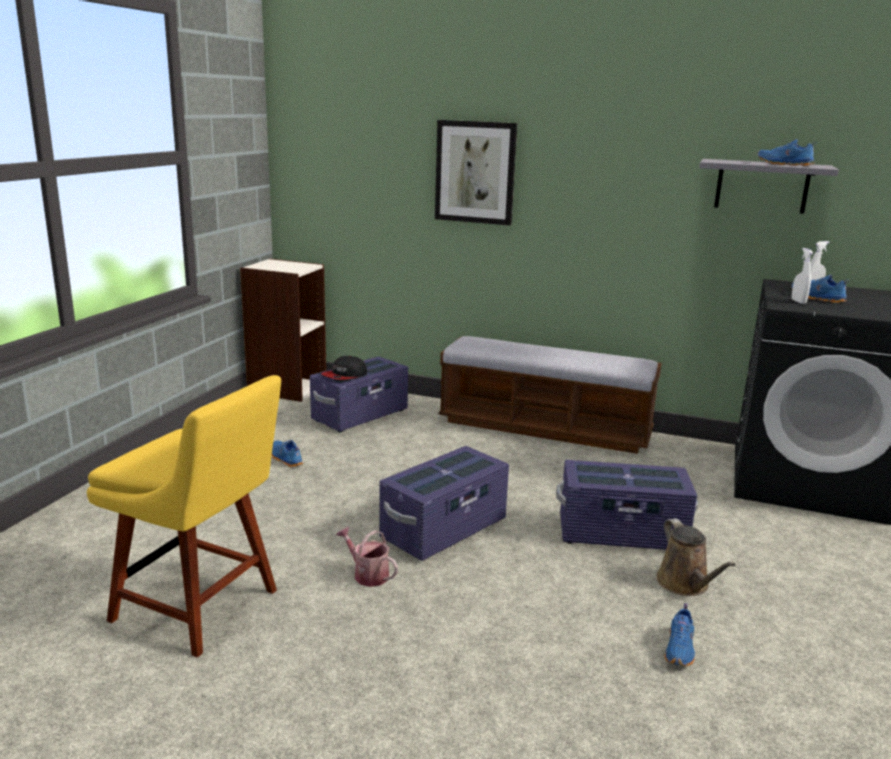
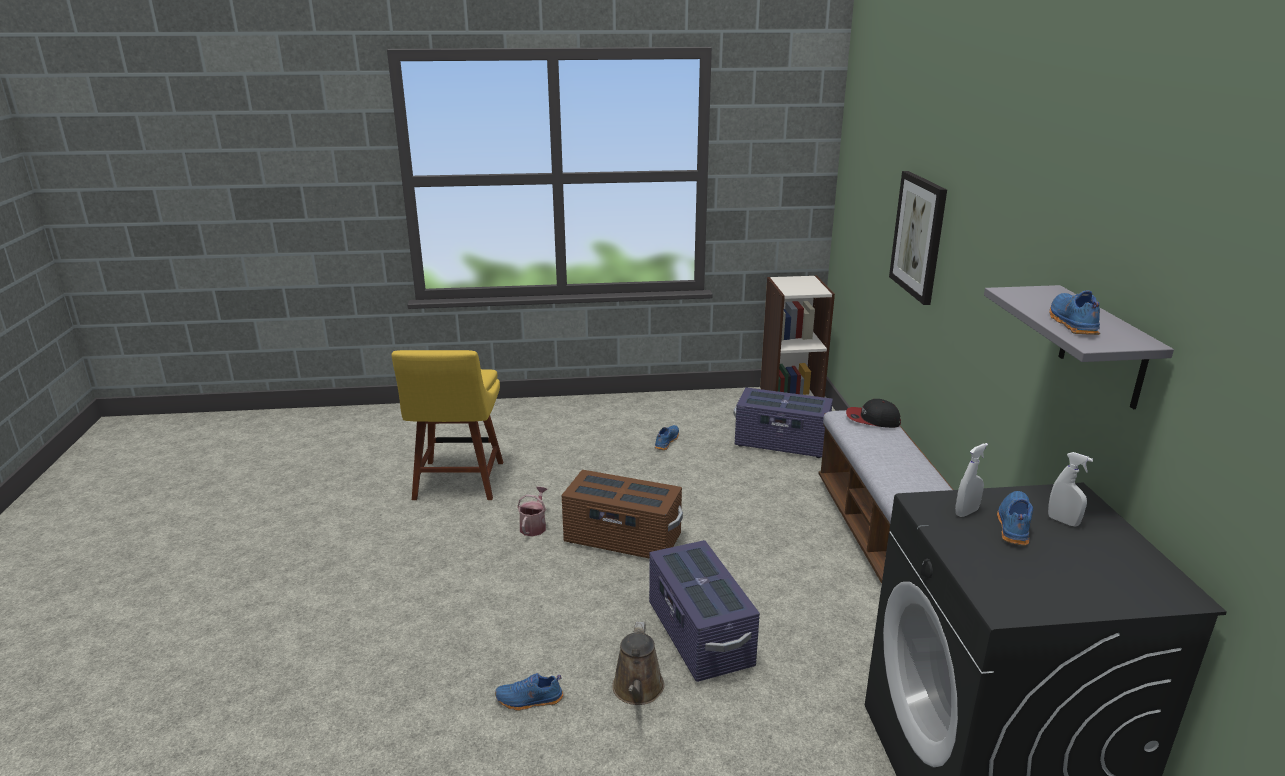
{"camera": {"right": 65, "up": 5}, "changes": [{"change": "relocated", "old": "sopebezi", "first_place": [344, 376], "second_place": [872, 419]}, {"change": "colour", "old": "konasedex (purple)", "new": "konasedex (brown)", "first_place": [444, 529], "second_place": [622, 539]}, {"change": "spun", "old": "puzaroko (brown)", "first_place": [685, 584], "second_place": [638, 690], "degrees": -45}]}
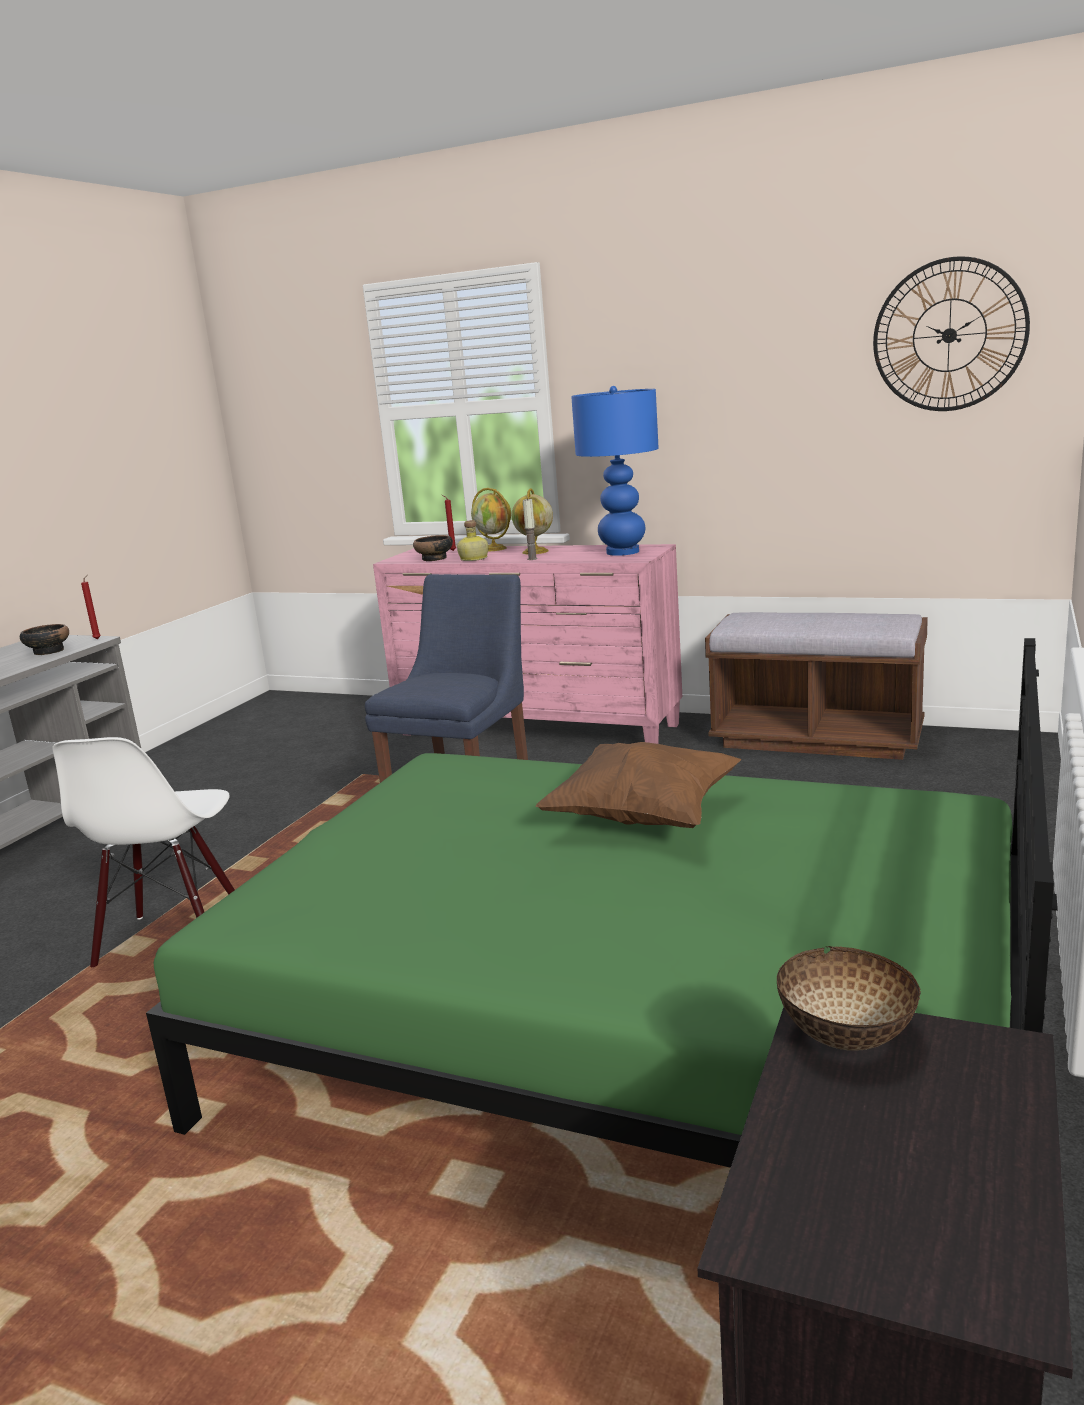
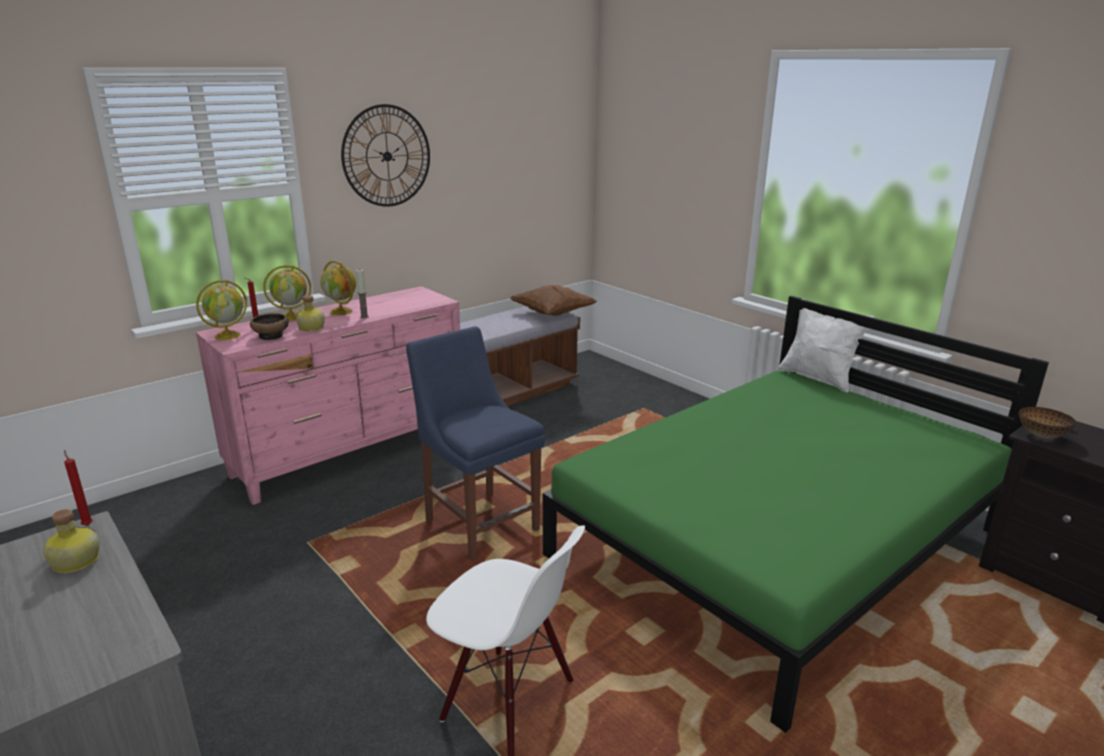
{"camera": {"right": -65, "up": 5}, "changes": [{"change": "exchanged", "old": "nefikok", "new": "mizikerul", "first_place": [48, 651], "second_place": [74, 562]}, {"change": "relocated", "old": "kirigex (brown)", "first_place": [644, 817], "second_place": [552, 314]}, {"change": "missing", "old": "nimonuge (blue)", "first_place": [623, 552]}, {"change": "relocated", "old": "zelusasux", "first_place": [949, 335], "second_place": [387, 156]}, {"change": "appeared", "new": "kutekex", "second_place": [228, 335]}, {"change": "appeared", "new": "kirigex (white)", "second_place": [818, 378]}]}
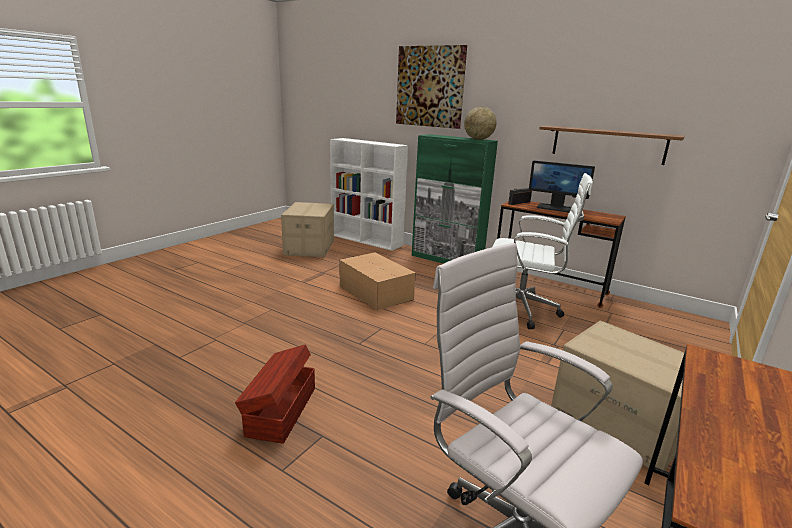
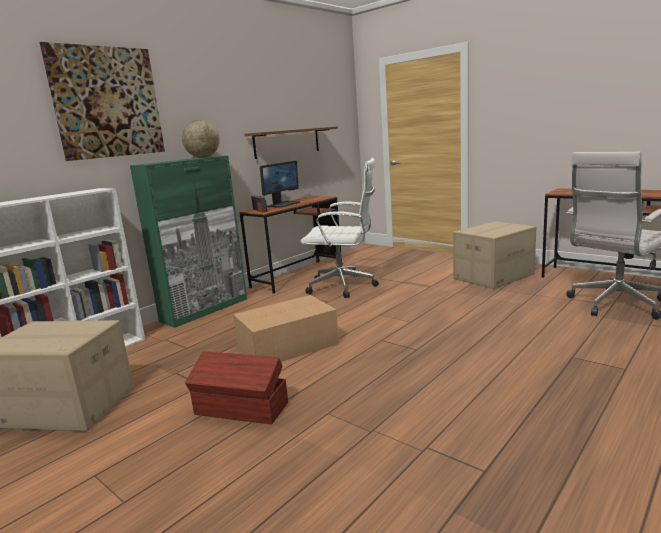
{"camera": {"right": -80, "up": -5}, "changes": [{"change": "relocated", "old": "konasedex (brown)", "first_place": [280, 411], "second_place": [241, 409]}, {"change": "spun", "old": "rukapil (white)", "first_place": [524, 311], "second_place": [345, 286], "degrees": 75}]}
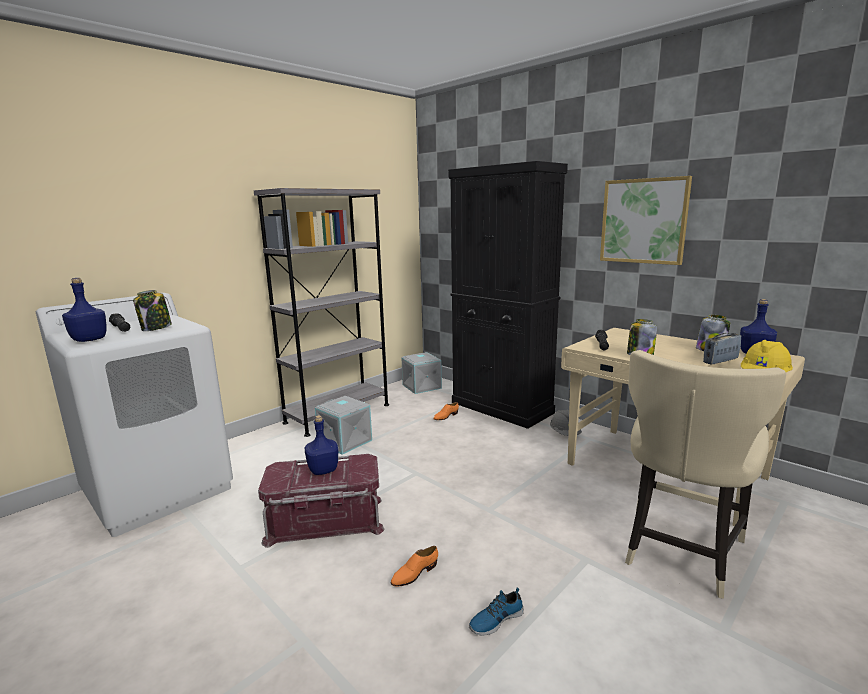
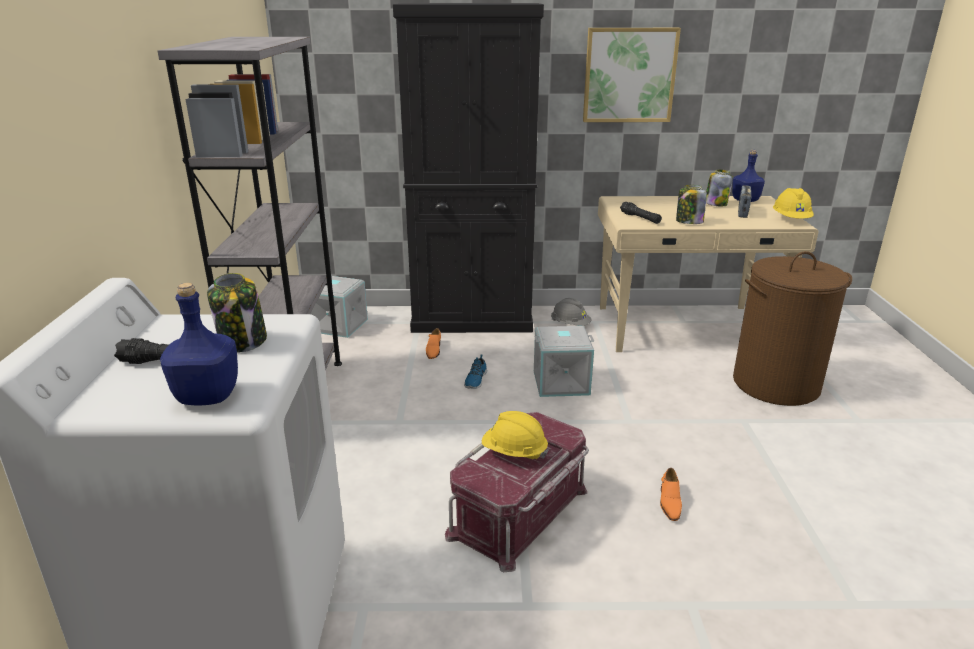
{"camera": {"right": -45, "up": 10}, "changes": [{"change": "exchanged", "old": "mizikerul (blue)", "new": "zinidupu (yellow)", "first_place": [322, 470], "second_place": [514, 452]}, {"change": "relocated", "old": "konasedex (grey)", "first_place": [346, 441], "second_place": [561, 382]}, {"change": "relocated", "old": "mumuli", "first_place": [495, 619], "second_place": [475, 380]}, {"change": "exchanged", "old": "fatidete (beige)", "new": "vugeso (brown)", "first_place": [679, 551], "second_place": [775, 384]}]}
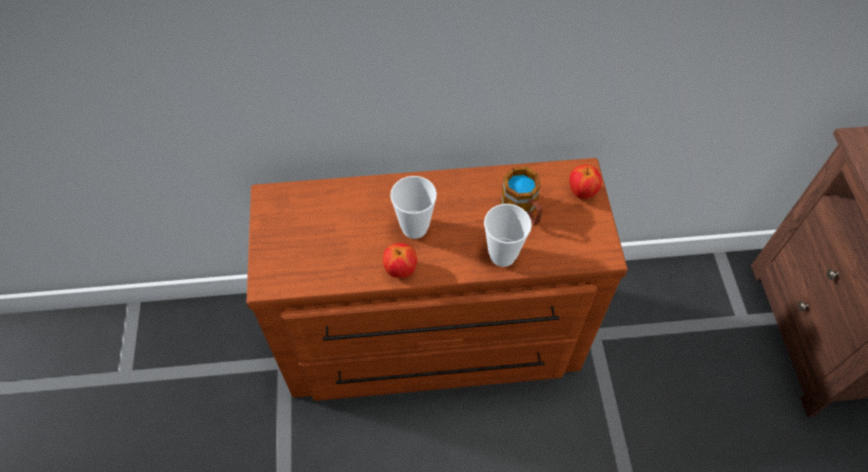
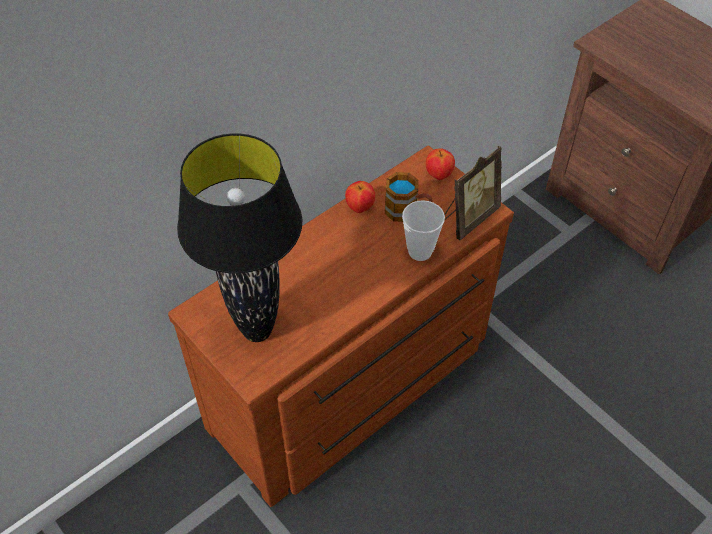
{"camera": {"right": -35, "up": -5}, "changes": [{"change": "relocated", "old": "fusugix", "first_place": [400, 270], "second_place": [360, 208]}, {"change": "missing", "old": "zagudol", "first_place": [414, 228]}, {"change": "appeared", "new": "nimonuge (black)", "second_place": [257, 330]}, {"change": "appeared", "new": "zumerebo", "second_place": [468, 217]}]}
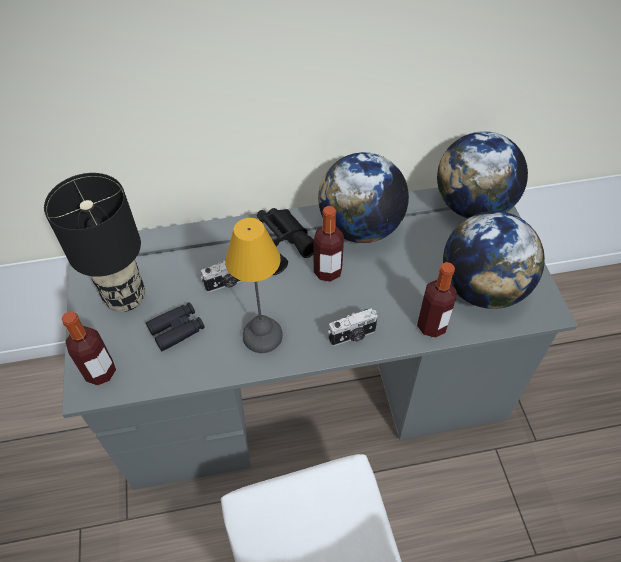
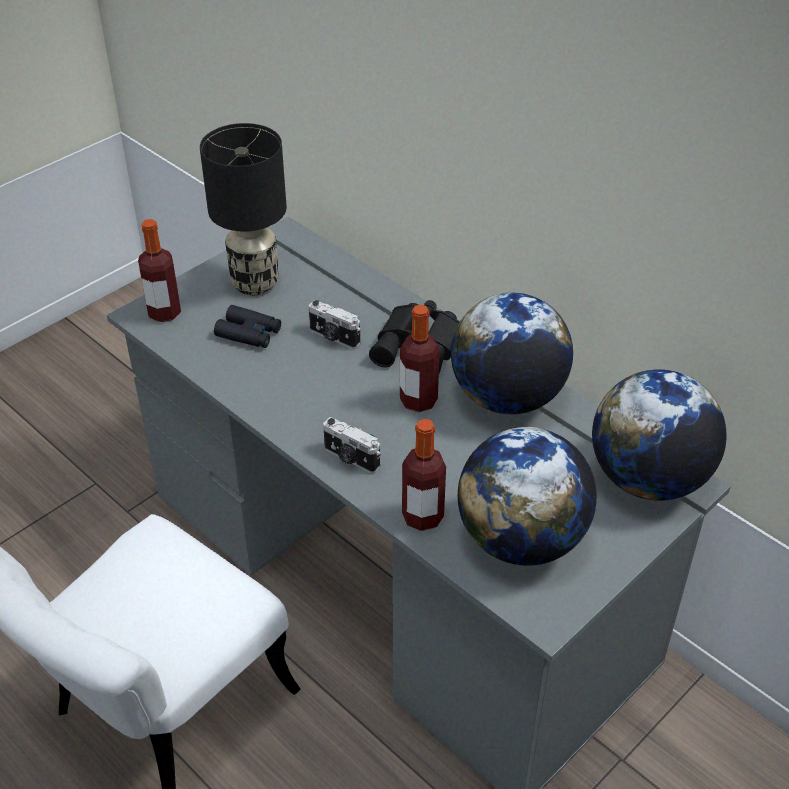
{"camera": {"right": 55, "up": -10}, "changes": [{"change": "missing", "old": "nimonuge", "first_place": [262, 337]}]}
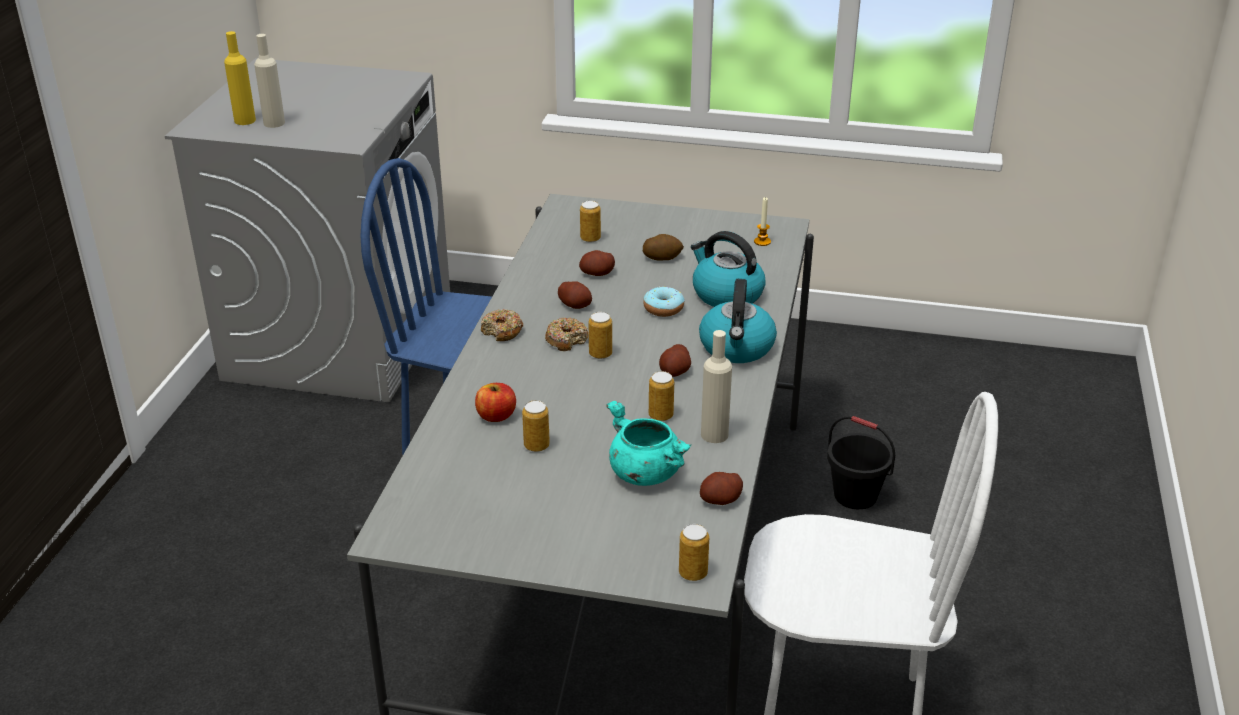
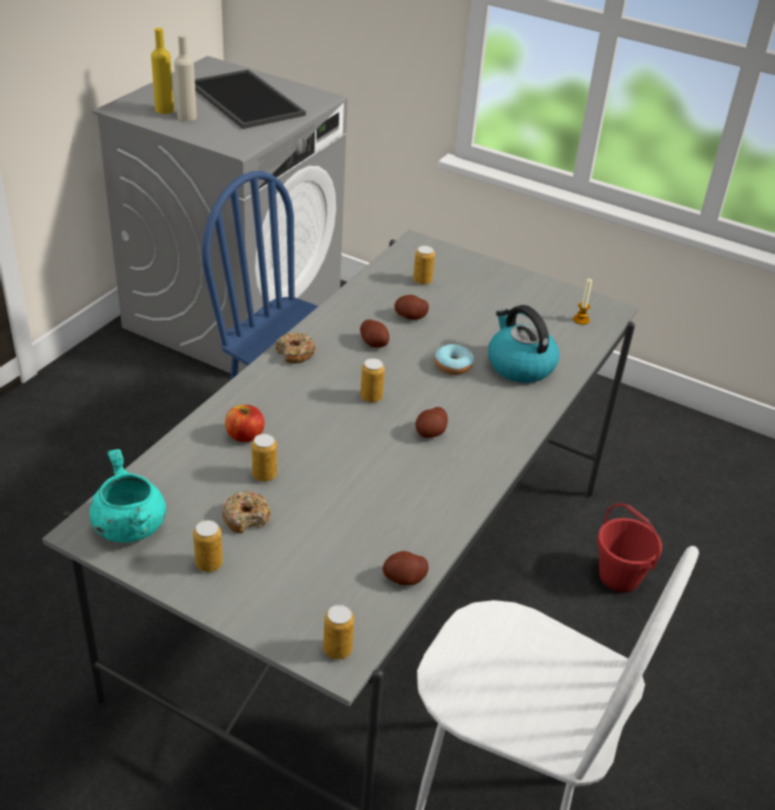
{"camera": {"right": 15, "up": 5}, "changes": [{"change": "relocated", "old": "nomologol", "first_place": [566, 340], "second_place": [246, 518]}, {"change": "relocated", "old": "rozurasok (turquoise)", "first_place": [644, 473], "second_place": [129, 526]}, {"change": "missing", "old": "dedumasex", "first_place": [662, 257]}, {"change": "relocated", "old": "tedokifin", "first_place": [661, 415], "second_place": [209, 564]}, {"change": "missing", "old": "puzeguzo", "first_place": [737, 348]}, {"change": "missing", "old": "mizikerul (beige)", "first_place": [714, 434]}, {"change": "colour", "old": "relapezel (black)", "new": "relapezel (red)", "first_place": [855, 495], "second_place": [620, 577]}, {"change": "appeared", "new": "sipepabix", "second_place": [243, 99]}]}
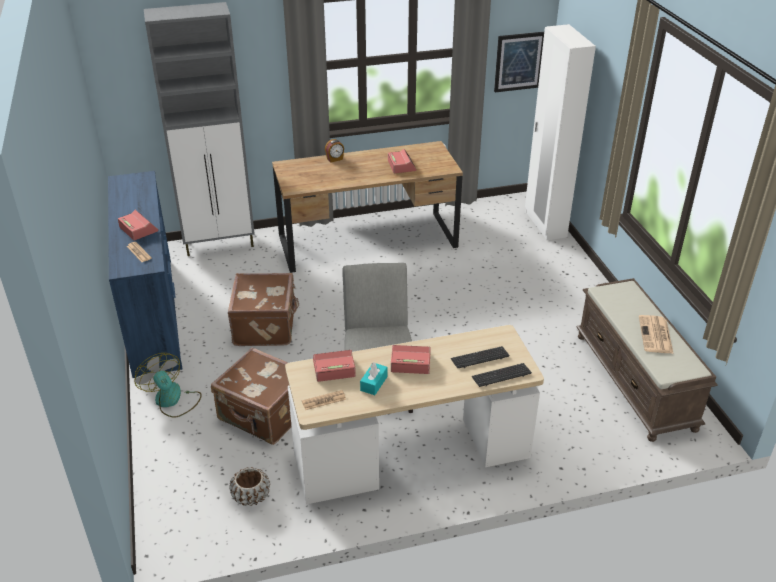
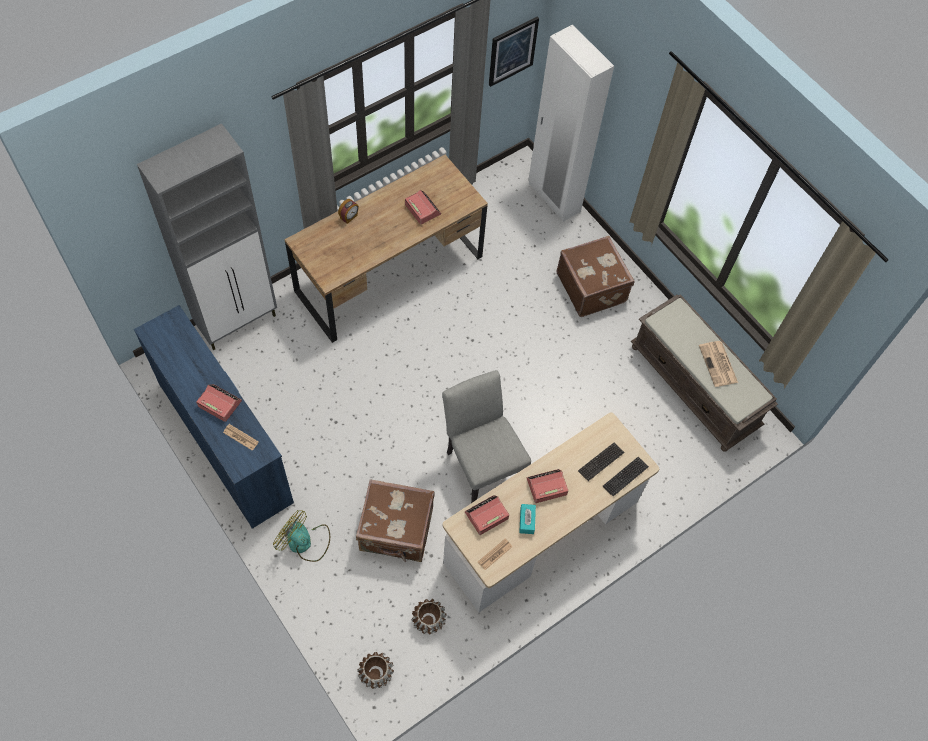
{"camera": {"right": -25, "up": 25}, "changes": [{"change": "relocated", "old": "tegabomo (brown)", "first_place": [266, 326], "second_place": [592, 287]}, {"change": "appeared", "new": "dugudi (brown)", "second_place": [375, 673]}]}
